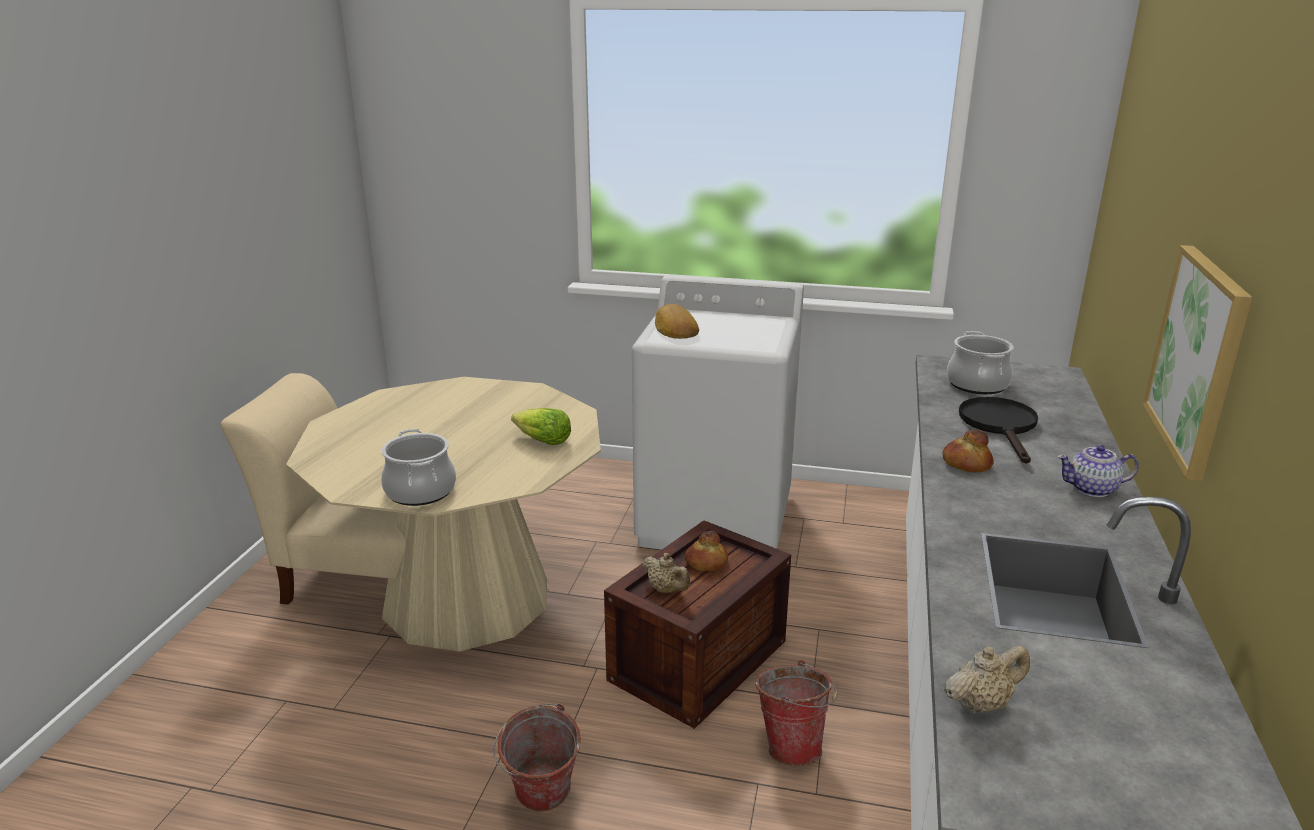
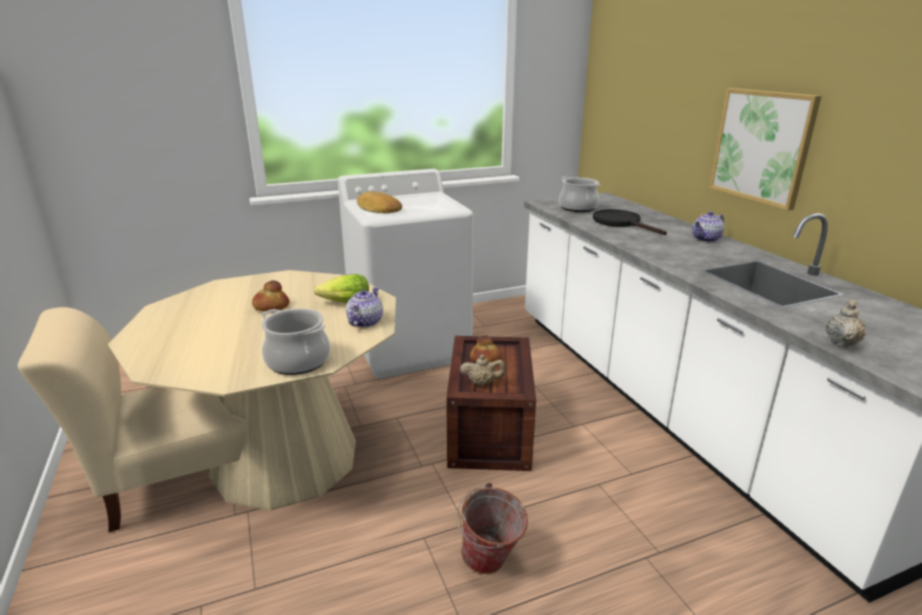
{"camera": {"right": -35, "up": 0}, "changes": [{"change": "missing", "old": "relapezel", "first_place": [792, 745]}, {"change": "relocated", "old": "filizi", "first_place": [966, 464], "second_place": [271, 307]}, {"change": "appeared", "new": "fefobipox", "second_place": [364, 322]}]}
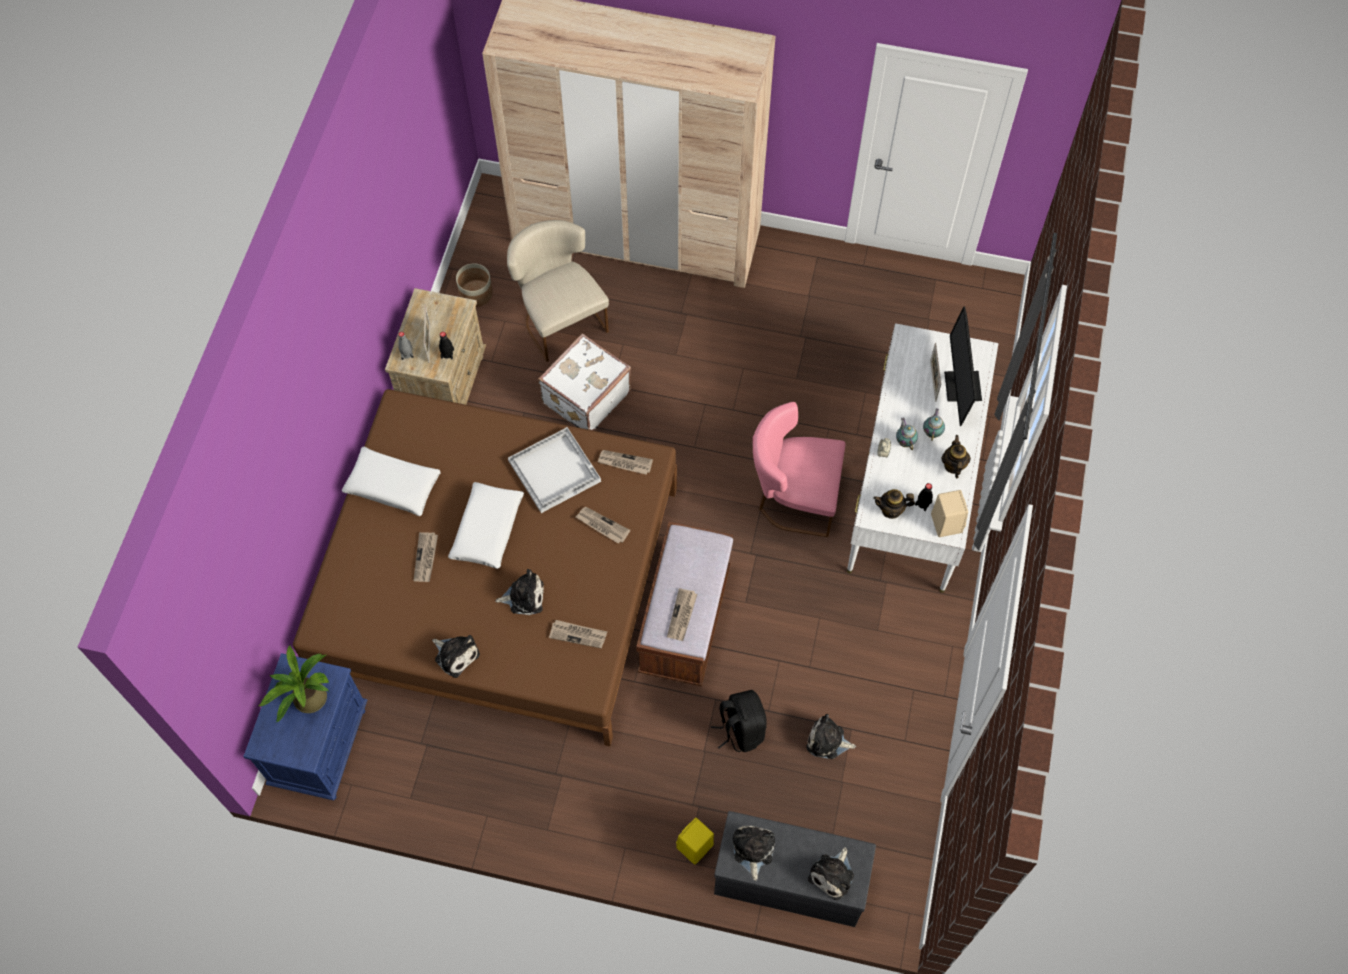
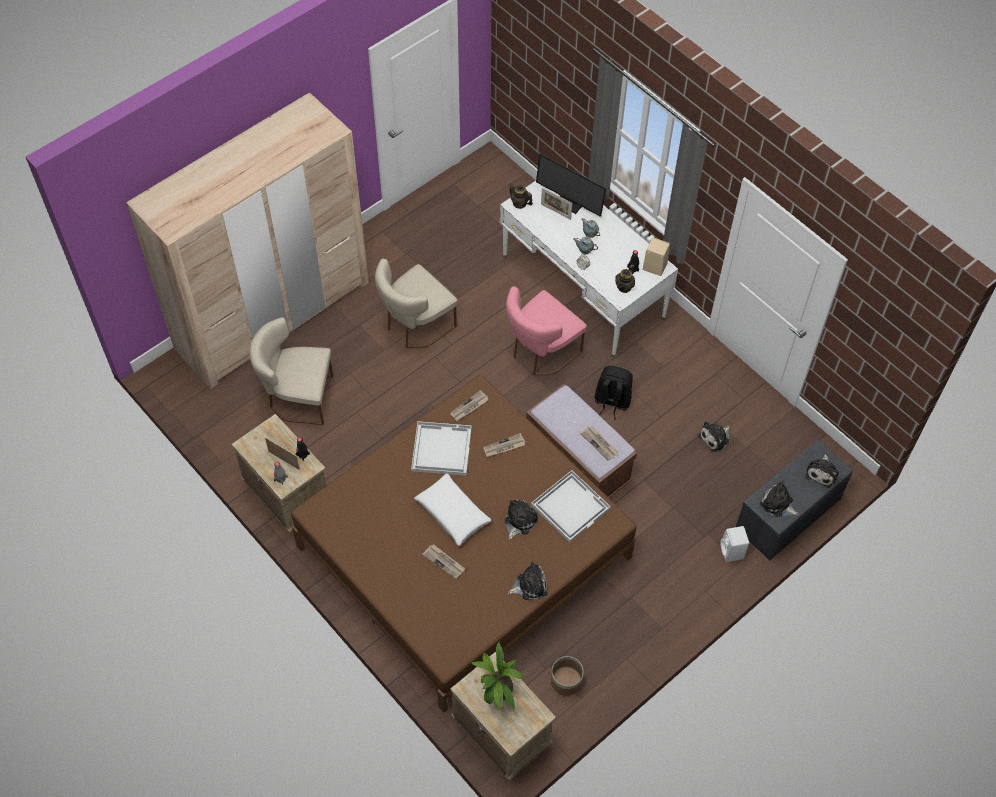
{"camera": {"right": -55, "up": -5}, "changes": [{"change": "colour", "old": "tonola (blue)", "new": "tonola (beige)", "first_place": [321, 746], "second_place": [500, 733]}, {"change": "missing", "old": "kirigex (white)", "first_place": [393, 485]}, {"change": "relocated", "old": "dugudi", "first_place": [475, 293], "second_place": [566, 681]}, {"change": "missing", "old": "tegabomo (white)", "first_place": [584, 397]}, {"change": "exchanged", "old": "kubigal", "new": "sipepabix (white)", "first_place": [578, 634], "second_place": [570, 506]}, {"change": "colour", "old": "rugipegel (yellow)", "new": "rugipegel (white)", "first_place": [694, 847], "second_place": [732, 552]}, {"change": "relocated", "old": "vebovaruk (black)", "first_place": [740, 729], "second_place": [611, 401]}, {"change": "spun", "old": "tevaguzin", "first_place": [833, 875], "second_place": [822, 472], "degrees": 45}, {"change": "relocated", "old": "fefobipox", "first_place": [953, 465], "second_place": [519, 203]}, {"change": "appeared", "new": "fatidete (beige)", "second_place": [415, 326]}]}
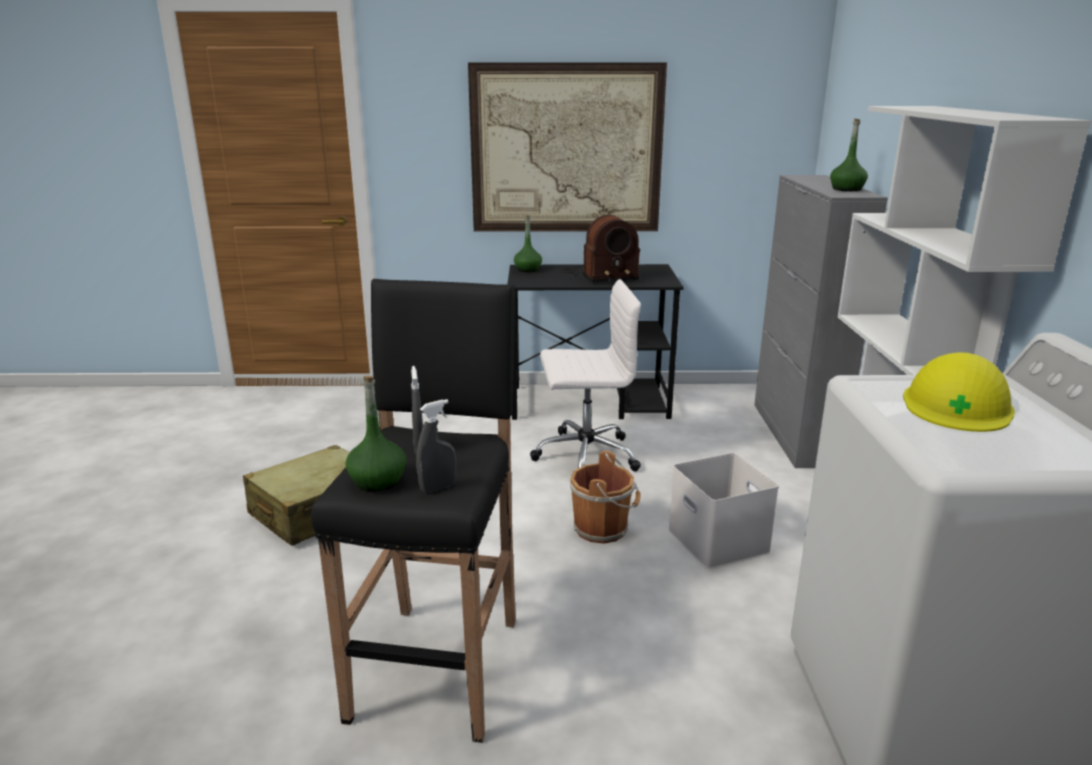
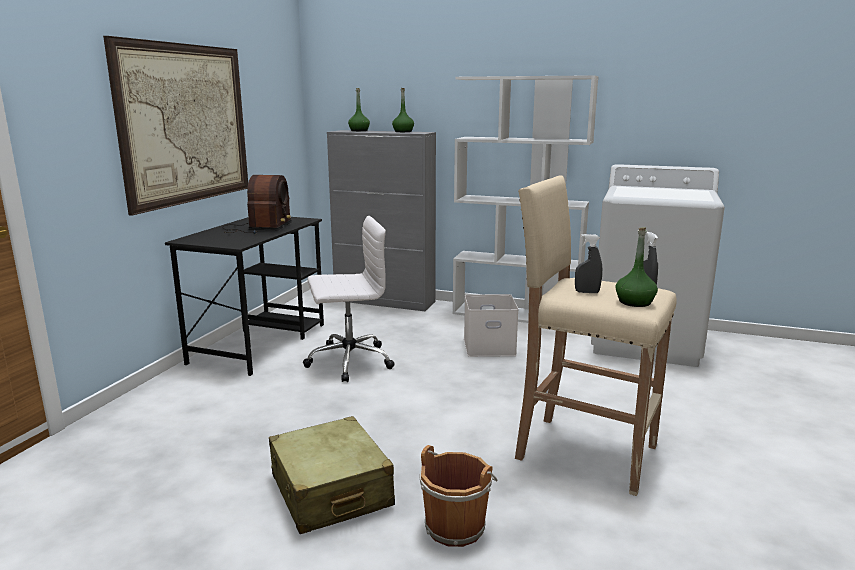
{"camera": {"right": -70, "up": -5}, "changes": [{"change": "colour", "old": "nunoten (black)", "new": "nunoten (beige)", "first_place": [439, 665], "second_place": [583, 452]}, {"change": "relocated", "old": "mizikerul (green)", "first_place": [527, 269], "second_place": [359, 130]}, {"change": "spun", "old": "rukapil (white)", "first_place": [584, 456], "second_place": [348, 361], "degrees": 60}, {"change": "relocated", "old": "relapezel (brown)", "first_place": [603, 529], "second_place": [456, 525]}, {"change": "missing", "old": "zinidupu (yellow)", "first_place": [957, 405]}]}
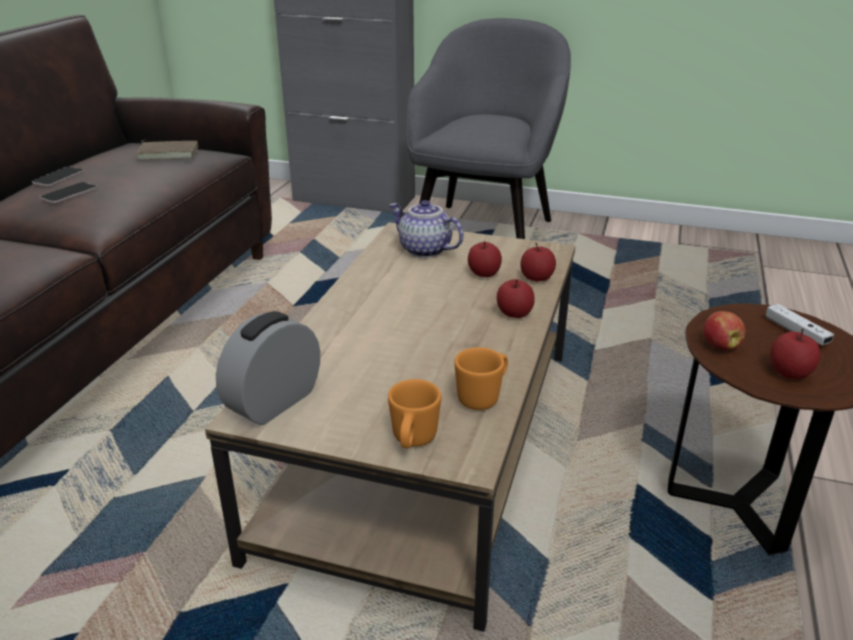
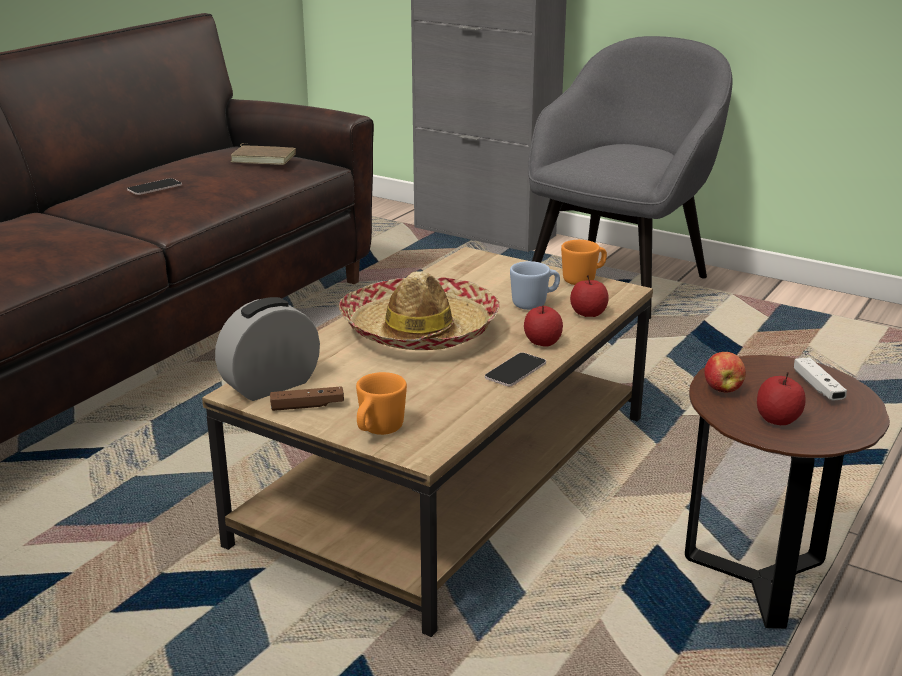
{"camera": {"right": 15, "up": -5}, "changes": [{"change": "relocated", "old": "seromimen", "first_place": [58, 177], "second_place": [515, 370]}, {"change": "missing", "old": "fefobipox", "first_place": [424, 250]}, {"change": "relocated", "old": "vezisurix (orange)", "first_place": [483, 397], "second_place": [584, 280]}, {"change": "exchanged", "old": "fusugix", "new": "vezisurix (blue)", "first_place": [484, 273], "second_place": [535, 304]}, {"change": "appeared", "new": "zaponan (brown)", "second_place": [307, 406]}, {"change": "appeared", "new": "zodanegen", "second_place": [420, 330]}]}
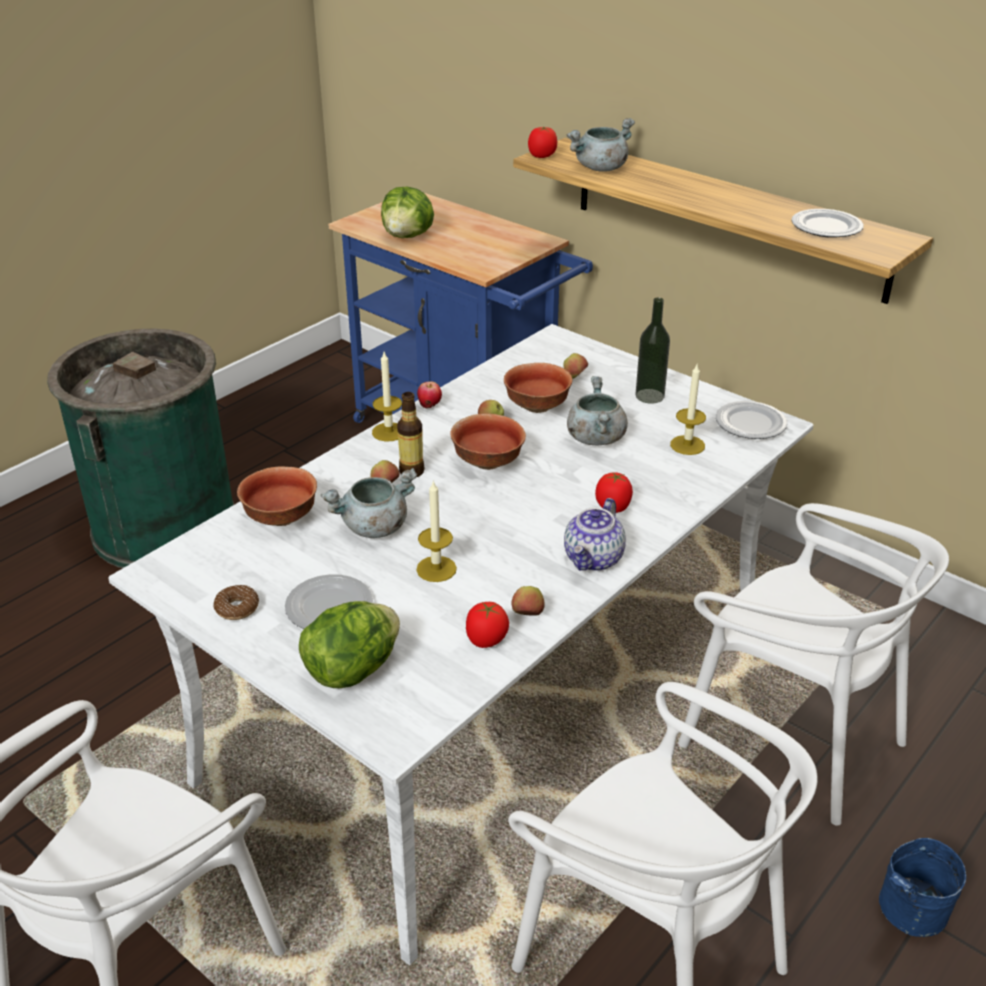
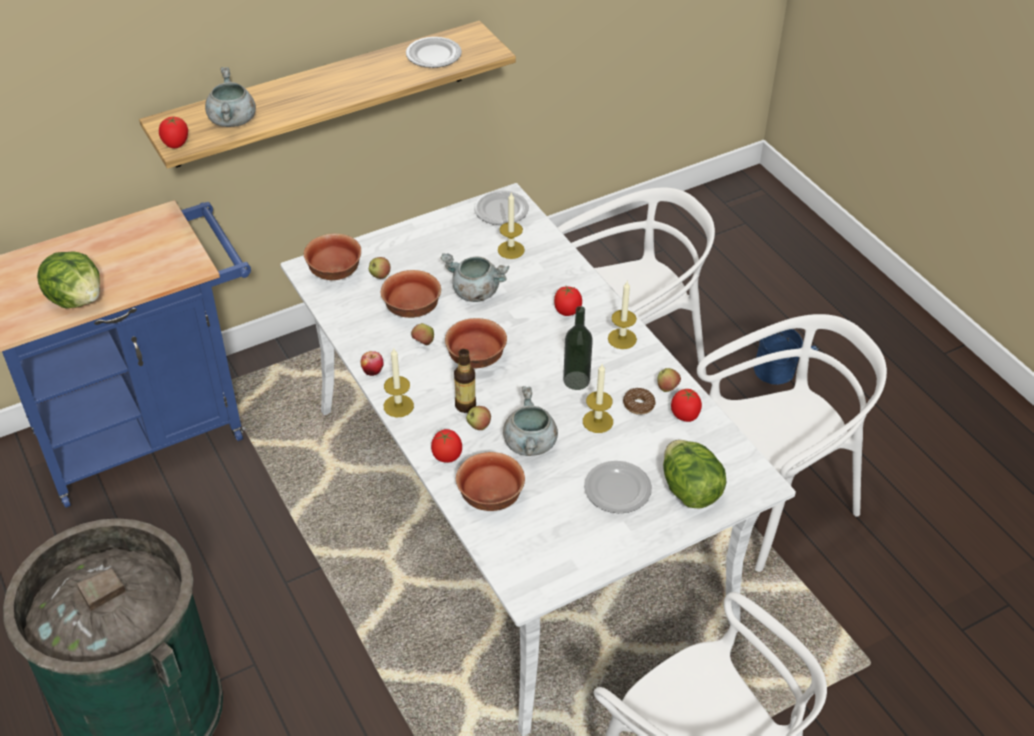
{"camera": {"right": -70, "up": 10}, "changes": [{"change": "relocated", "old": "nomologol", "first_place": [237, 608], "second_place": [638, 405]}, {"change": "exchanged", "old": "fefobipox", "new": "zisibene", "first_place": [594, 559], "second_place": [622, 339]}, {"change": "relocated", "old": "mizikerul", "first_place": [649, 396], "second_place": [576, 380]}, {"change": "appeared", "new": "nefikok", "second_place": [336, 272]}, {"change": "appeared", "new": "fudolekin", "second_place": [447, 456]}]}
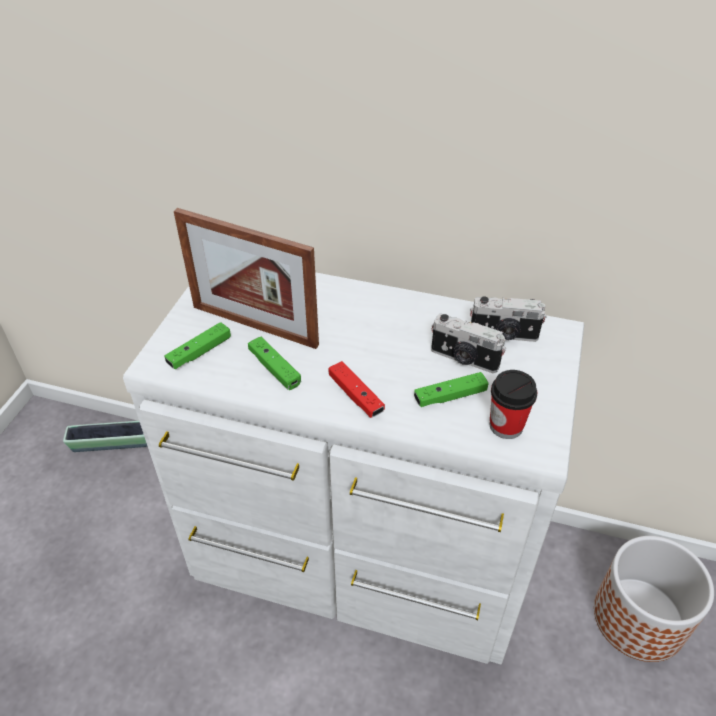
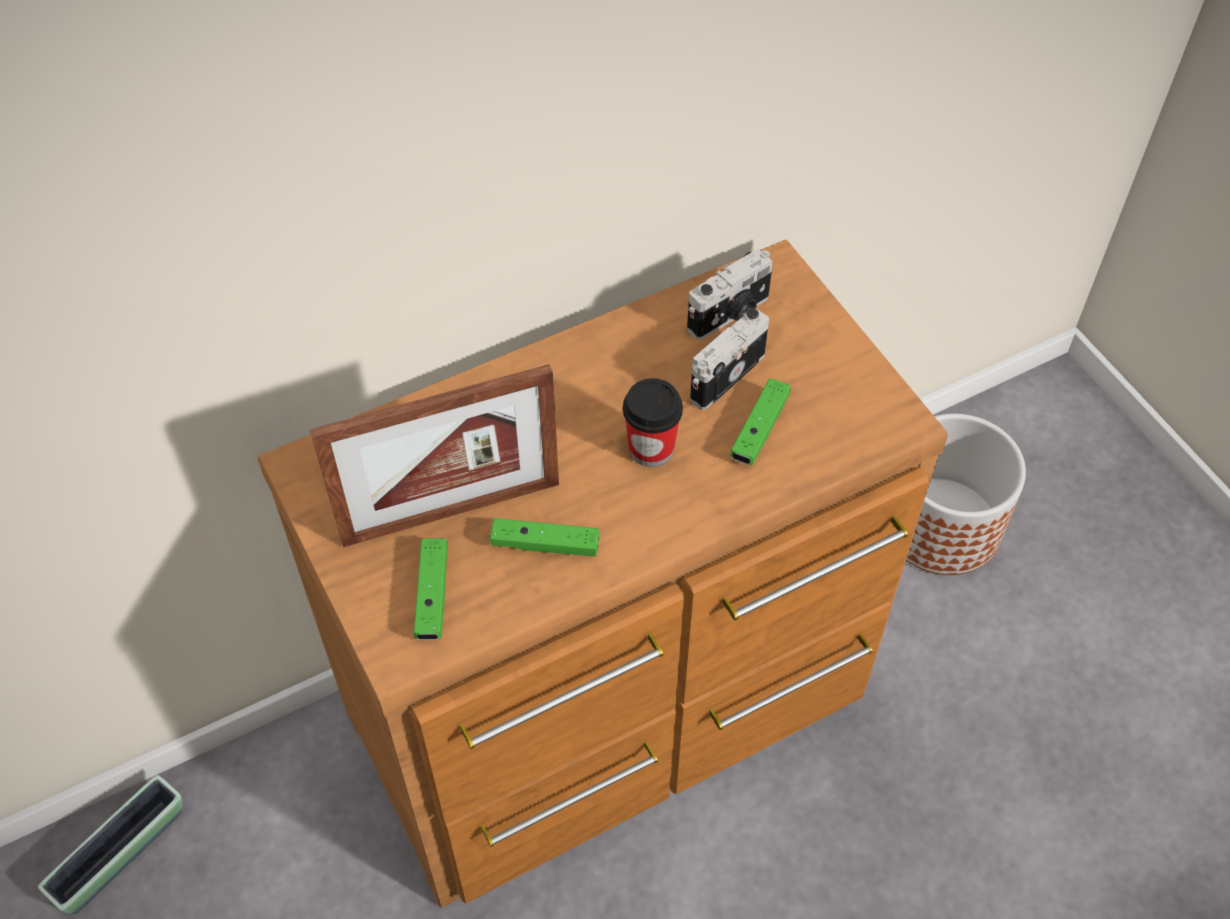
{"camera": {"right": -45, "up": 10}, "changes": [{"change": "colour", "old": "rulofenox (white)", "new": "rulofenox (brown)", "first_place": [360, 558], "second_place": [617, 707]}, {"change": "missing", "old": "zaponan (red)", "first_place": [355, 396]}, {"change": "spun", "old": "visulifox", "first_place": [464, 359], "second_place": [724, 375], "degrees": 150}, {"change": "relocated", "old": "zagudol", "first_place": [506, 426], "second_place": [651, 448]}]}
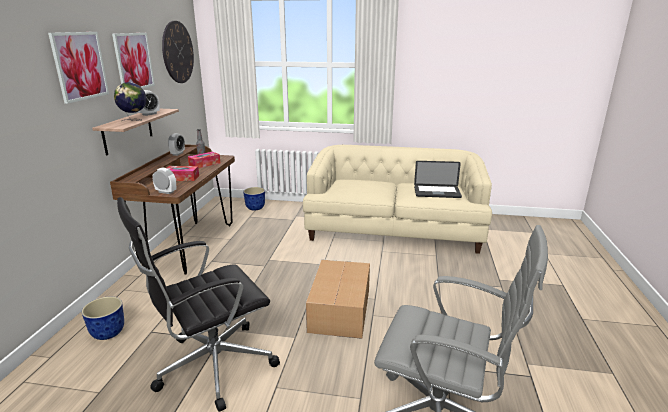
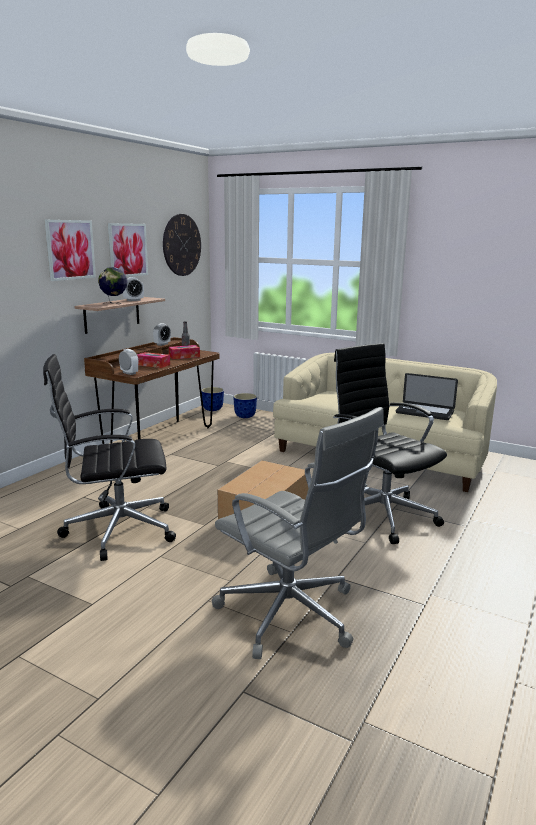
{"camera": {"right": 20, "up": -5}, "changes": [{"change": "relocated", "old": "dugudi", "first_place": [108, 333], "second_place": [213, 409]}, {"change": "appeared", "new": "rukapil (black)", "second_place": [381, 514]}]}
